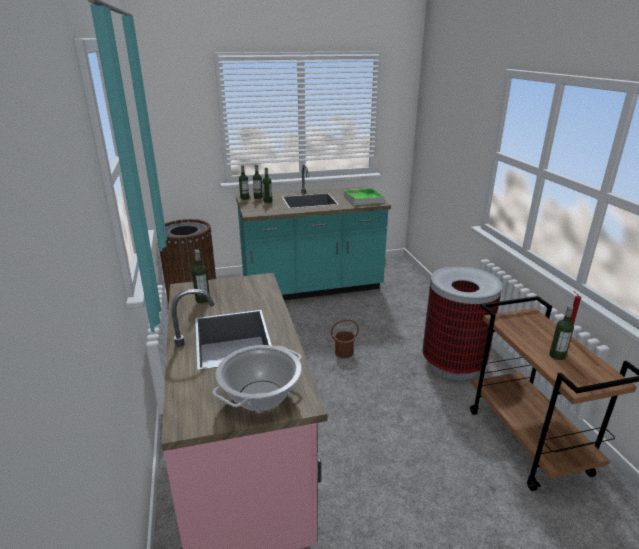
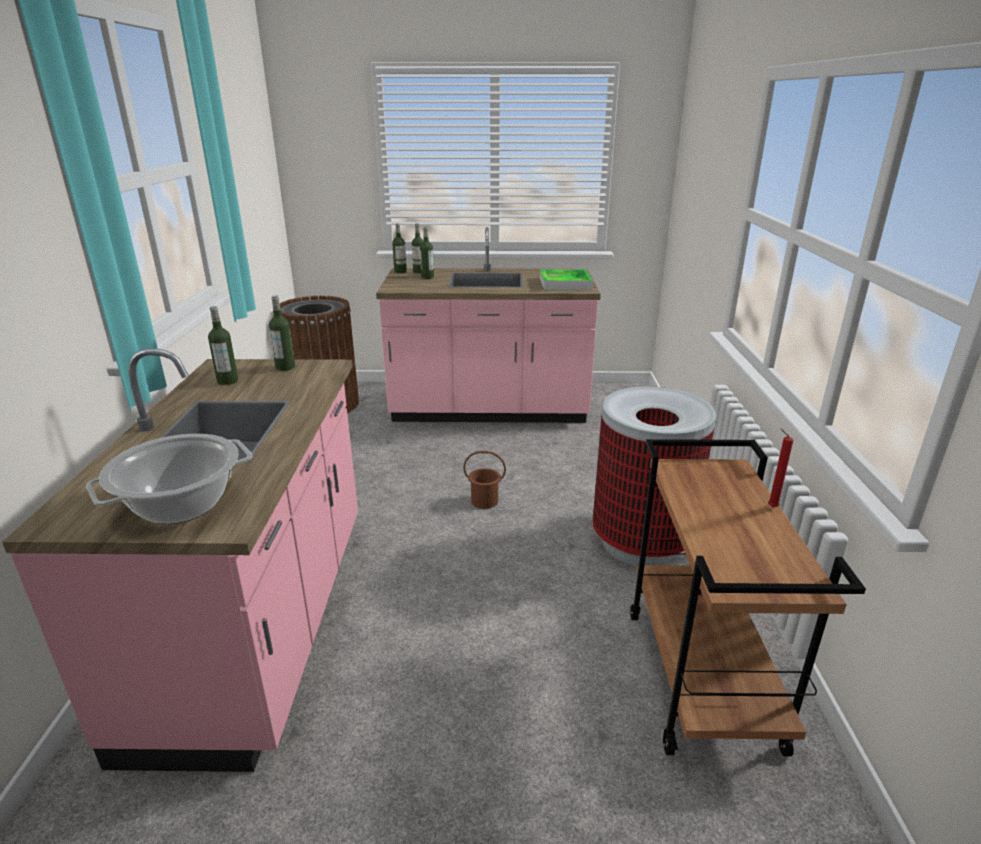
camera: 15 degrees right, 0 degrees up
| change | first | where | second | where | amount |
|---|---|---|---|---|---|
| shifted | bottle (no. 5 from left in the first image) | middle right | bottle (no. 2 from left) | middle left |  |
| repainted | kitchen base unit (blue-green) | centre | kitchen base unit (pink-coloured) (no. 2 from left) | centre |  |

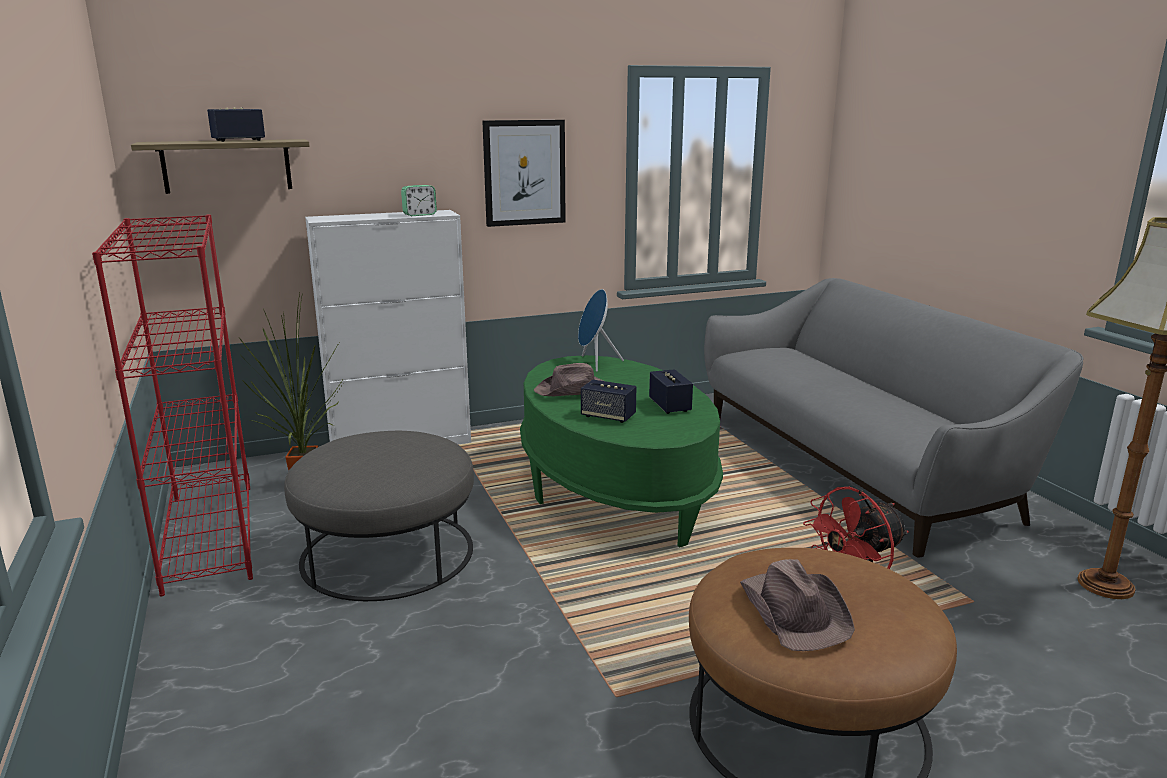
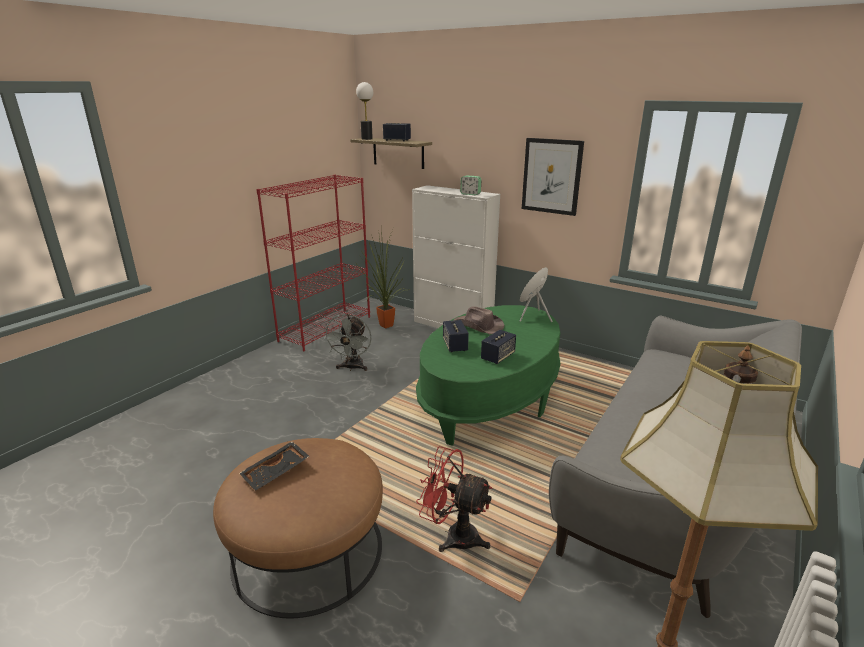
camera: 55 degrees right, 5 degrees up
| change | first | where | second | where | amount |
|---|---|---|---|---|---|
| new |  |  | table lamp | top centre |  |
| swapped | footrest (gray) | middle left | fan (gray) | centre |  |
| swapped | clothing hat (brown-coloured) (no. 2 from left) | bottom right | tray (blackish) | bottom left |  |

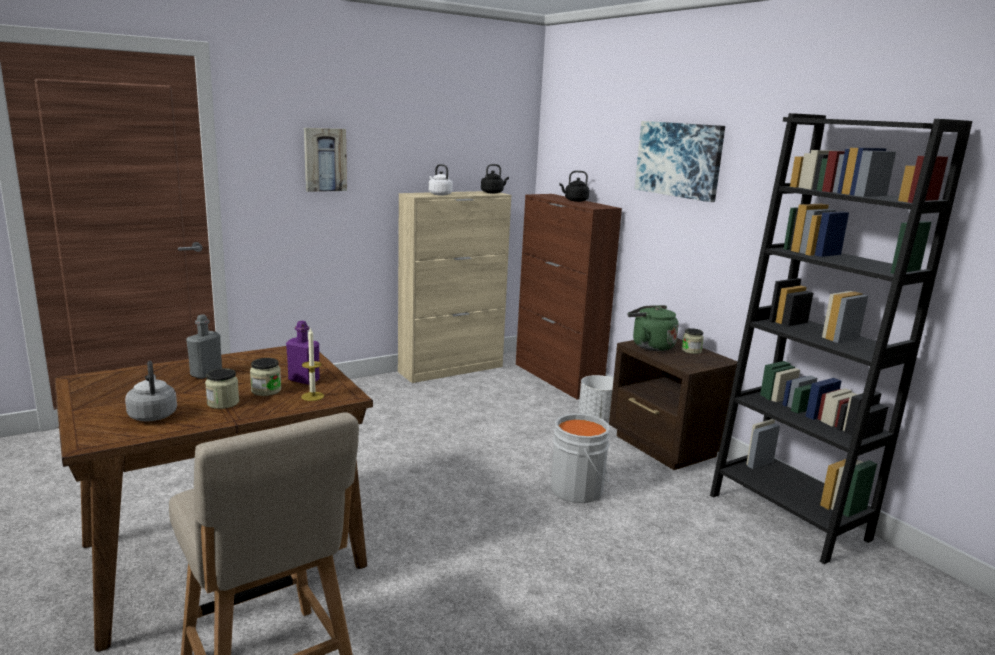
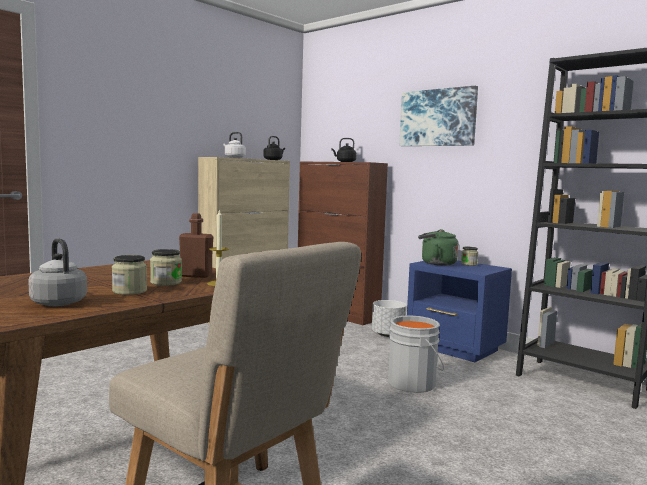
camera: 15 degrees left, 10 degrees down
| change | first | where | second | where | amount |
|---|---|---|---|---|---|
| gone | bottle (gray) | middle left |  |  |  |
| gone | picture (no. 1 from left) | top left |  |  |  |
| repainted | bottle (purple-coloured) | middle left | bottle (brown-coloured) | middle left |  |
| repainted | bedside table (brown-coloured) | middle right | bedside table (blue-coloured) | middle right |  |

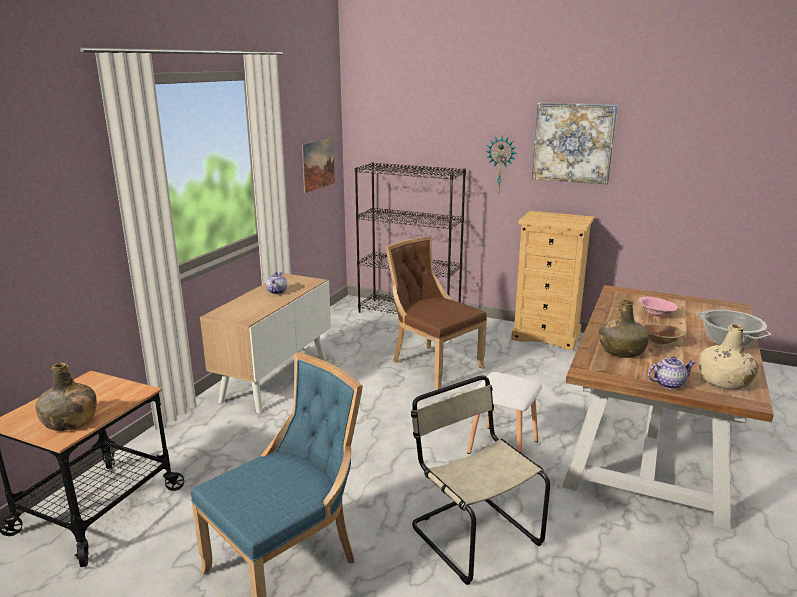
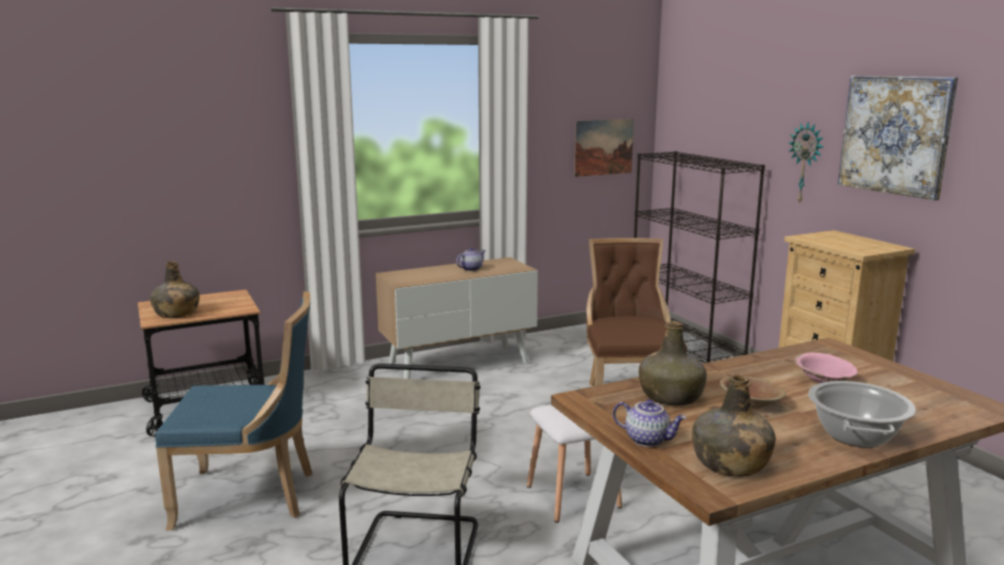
camera: 40 degrees right, 5 degrees down
| change | first | where | second | where | amount |
|---|---|---|---|---|---|
| repainted | bottle (sand-coloured) | middle right | bottle (green) (no. 3 from left) | bottom right |  |

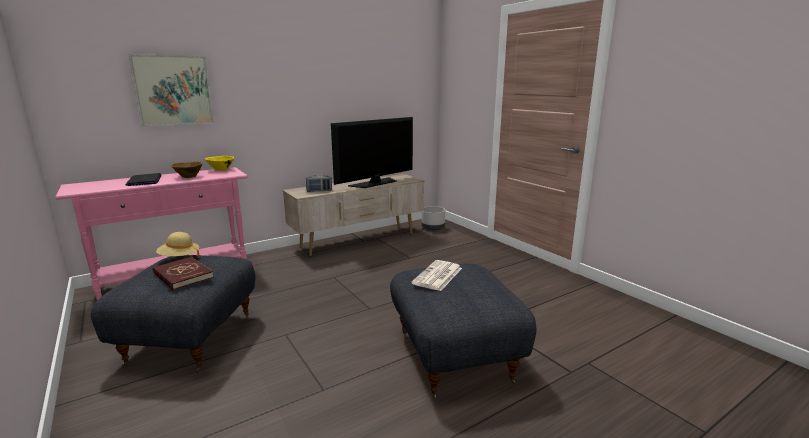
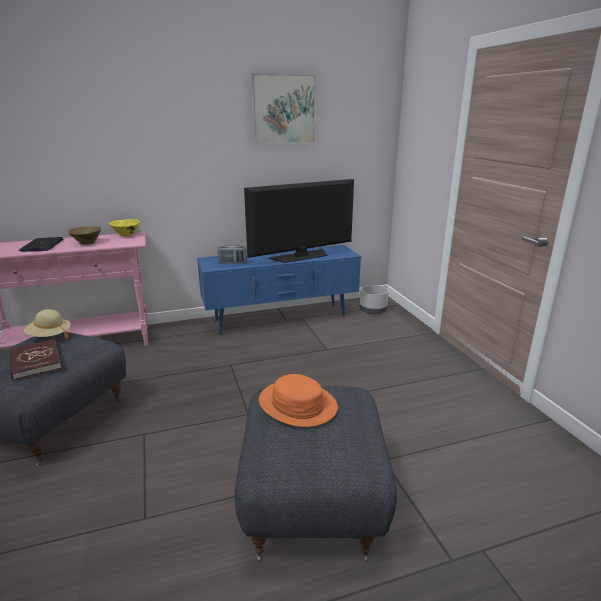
camera: 15 degrees right, 5 degrees up
| change | first | where | second | where | amount |
|---|---|---|---|---|---|
| shifted | picture | top left |  | top centre |  |
| swapped | daily paper | centre | clothing hat (orange) | centre |  |
| repainted | tv unit (sand-coloured) | centre | tv unit (blue-coloured) | centre |  |

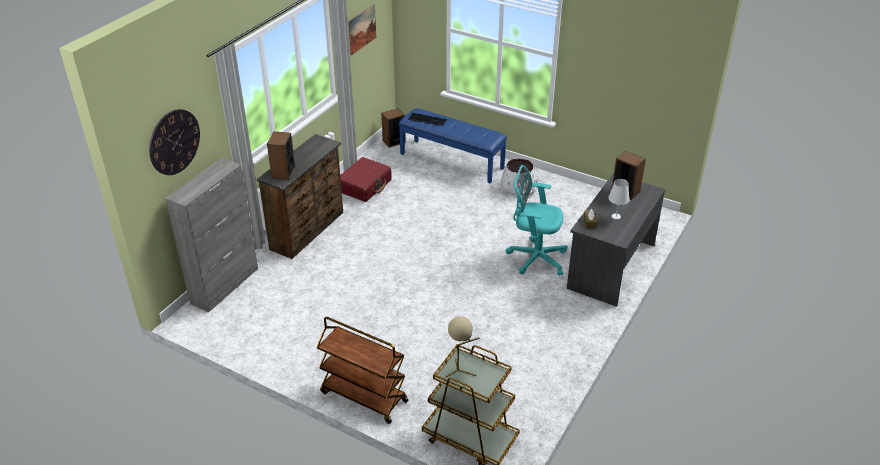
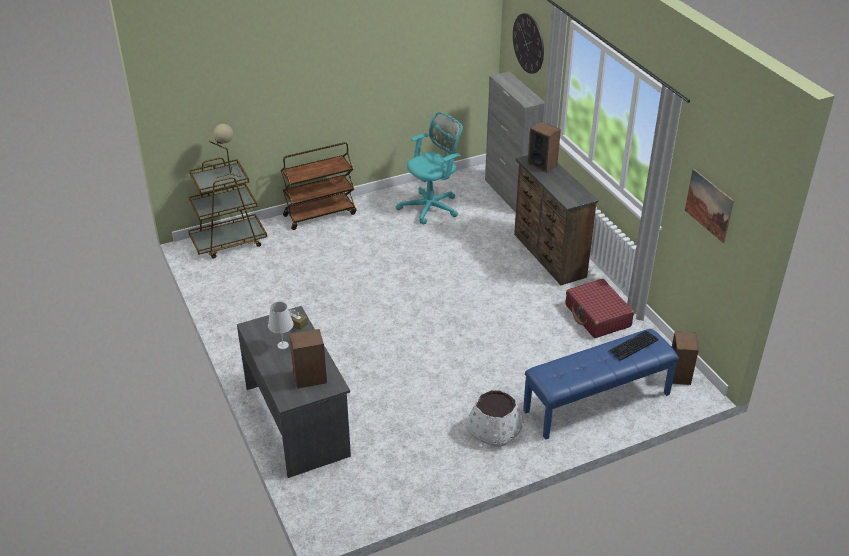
camera: 125 degrees right, 0 degrees up
| change | first | where | second | where | amount |
|---|---|---|---|---|---|
| shifted | office chair (blue-green) | centre |  | top centre |  |

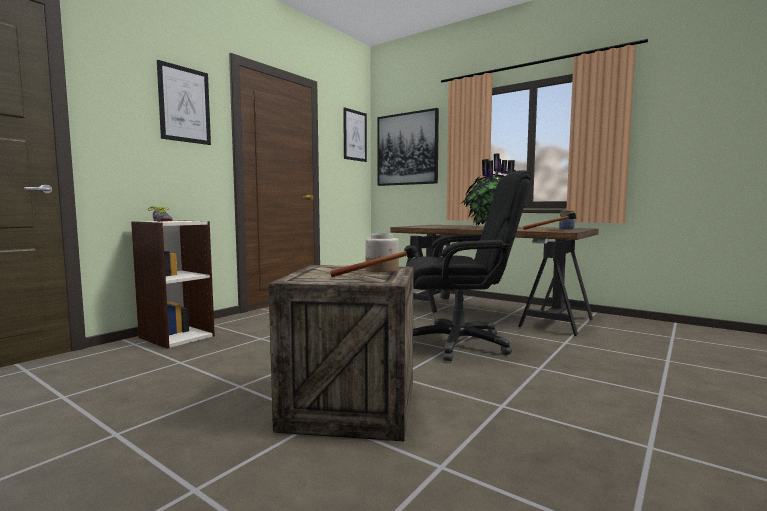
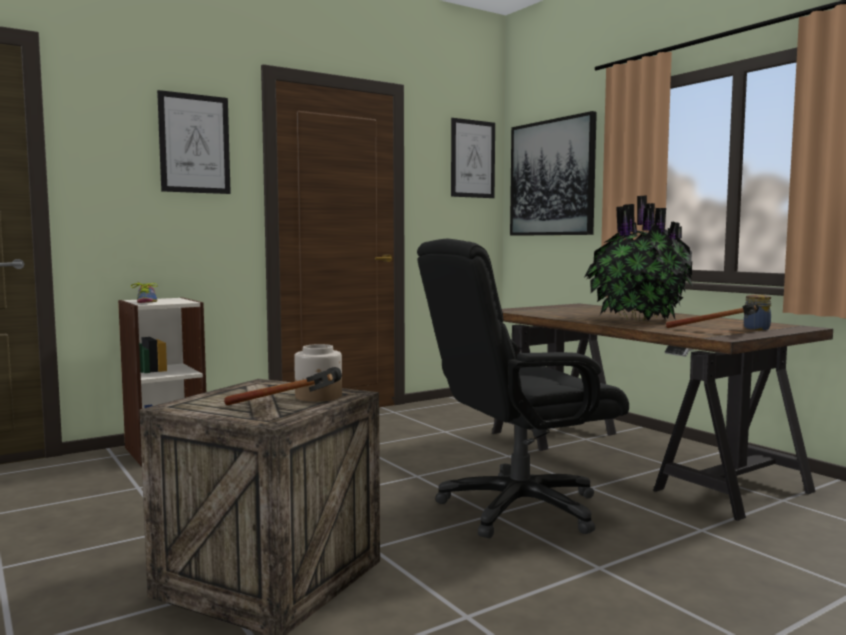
camera: 20 degrees right, 0 degrees up
| change | first | where | second | where | amount |
|---|---|---|---|---|---|
| rotated | office chair (blackish) | centre |  | centre | 135 degrees clockwise |

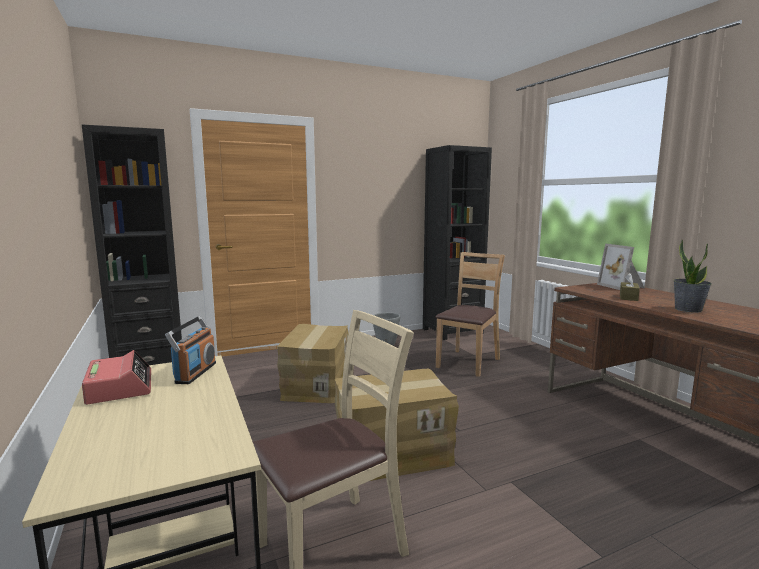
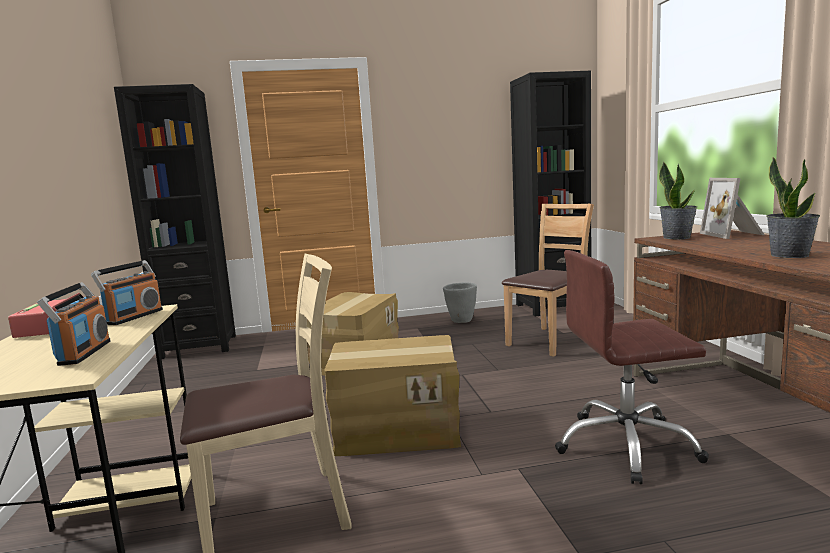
camera: 15 degrees right, 0 degrees up
| change | first | where | second | where | amount |
|---|---|---|---|---|---|
| gone | tissue holder (brown-coloured) | middle right |  |  |  |
| new |  |  | radio set (no. 1 from left) | middle left |  |
| new |  |  | office chair (brown-coloured) | middle right |  |
| new |  |  | potted plant (no. 1 from left) | middle right |  |

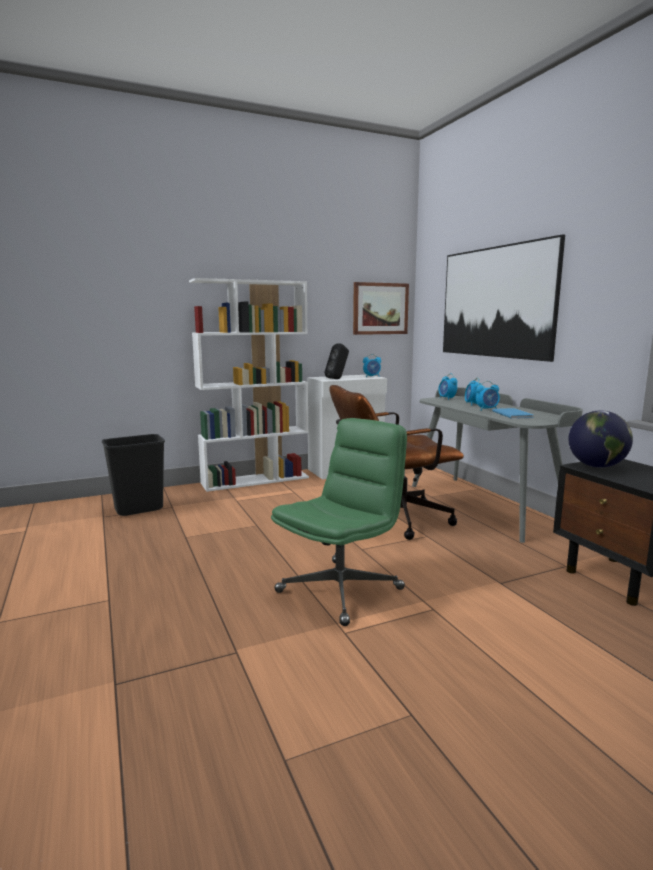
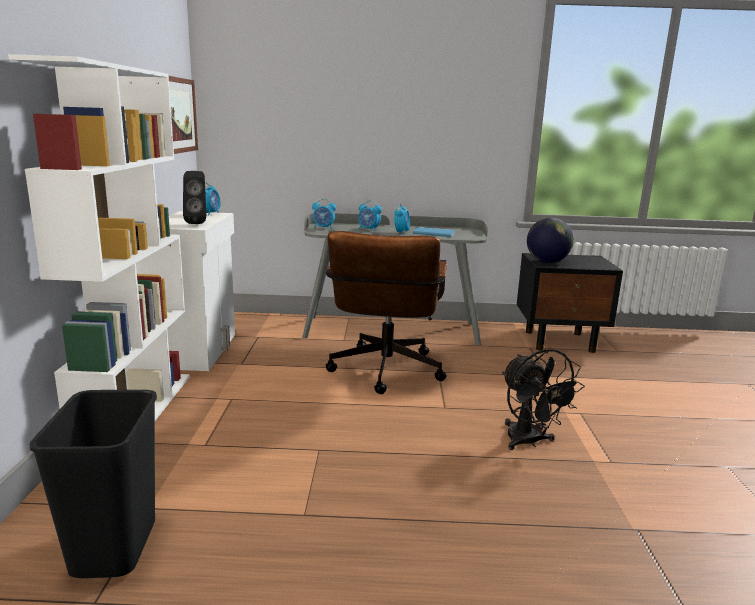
camera: 65 degrees left, 5 degrees up
| change | first | where | second | where | amount |
|---|---|---|---|---|---|
| gone | picture (no. 2 from left) | middle right |  |  |  |
| swapped | office chair (green) | centre | fan (blackish) | middle right |  |

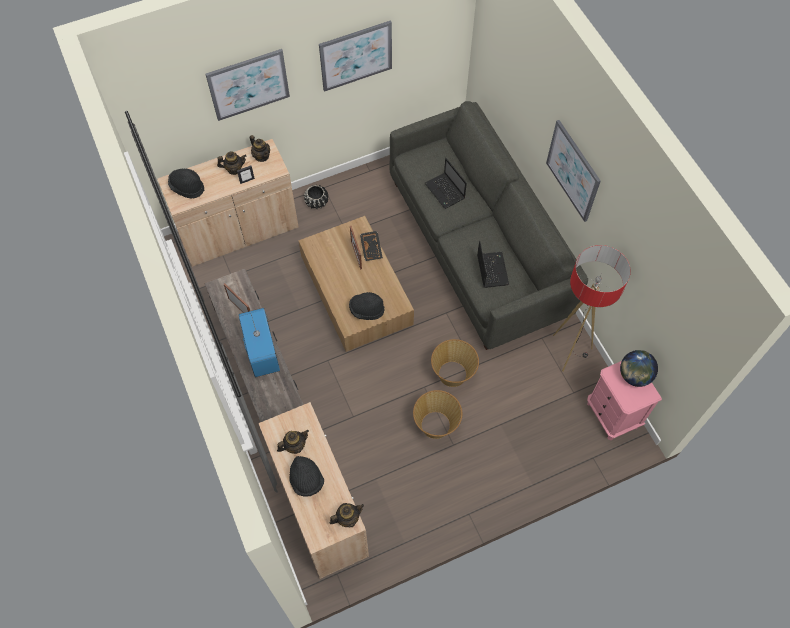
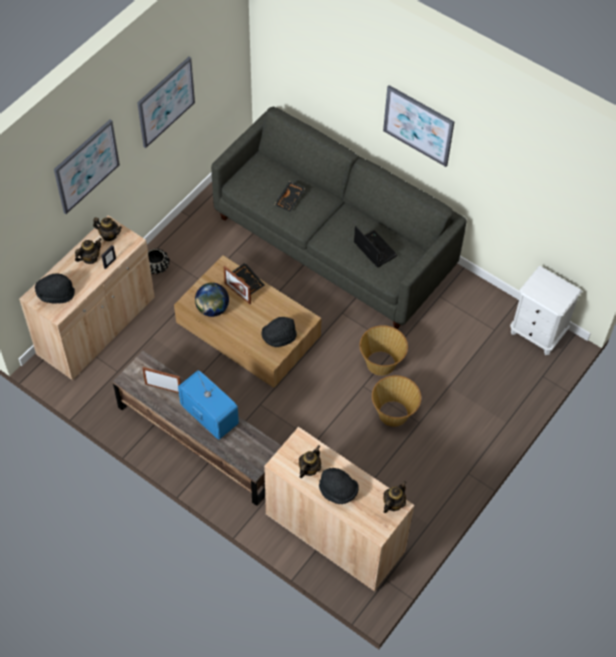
camera: 30 degrees left, 5 degrees down
| change | first | where | second | where | amount |
|---|---|---|---|---|---|
| gone | standard lamp | middle right |  |  |  |
| shifted | globe | middle right |  | centre |  |
| swapped | notebook computer (no. 1 from left) | top centre | tray (blackish) (no. 2 from left) | top centre |  |
| repainted | bedside table (pink-coloured) | middle right | bedside table (white-coloured) | middle right |  |

